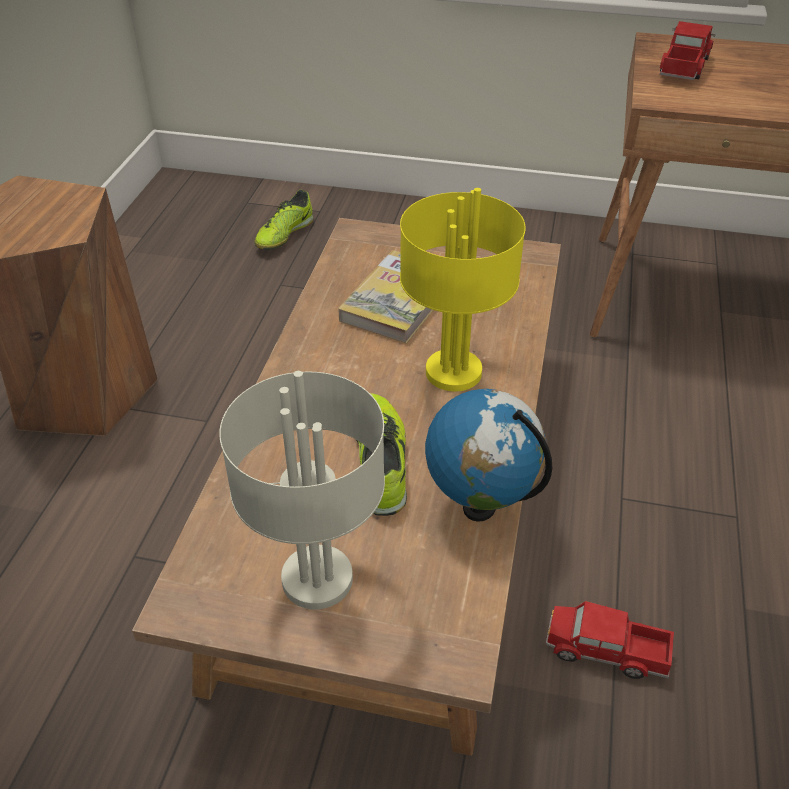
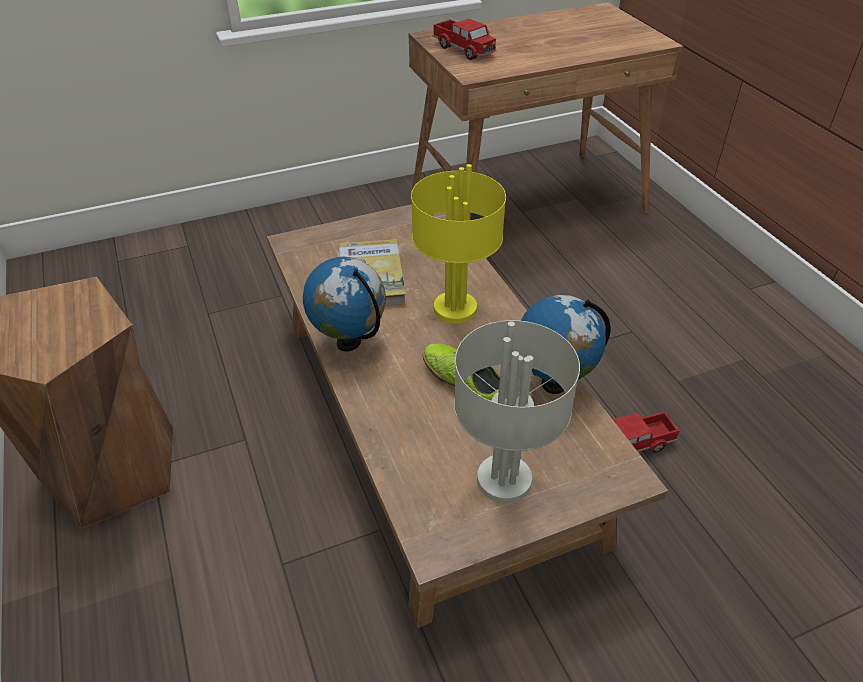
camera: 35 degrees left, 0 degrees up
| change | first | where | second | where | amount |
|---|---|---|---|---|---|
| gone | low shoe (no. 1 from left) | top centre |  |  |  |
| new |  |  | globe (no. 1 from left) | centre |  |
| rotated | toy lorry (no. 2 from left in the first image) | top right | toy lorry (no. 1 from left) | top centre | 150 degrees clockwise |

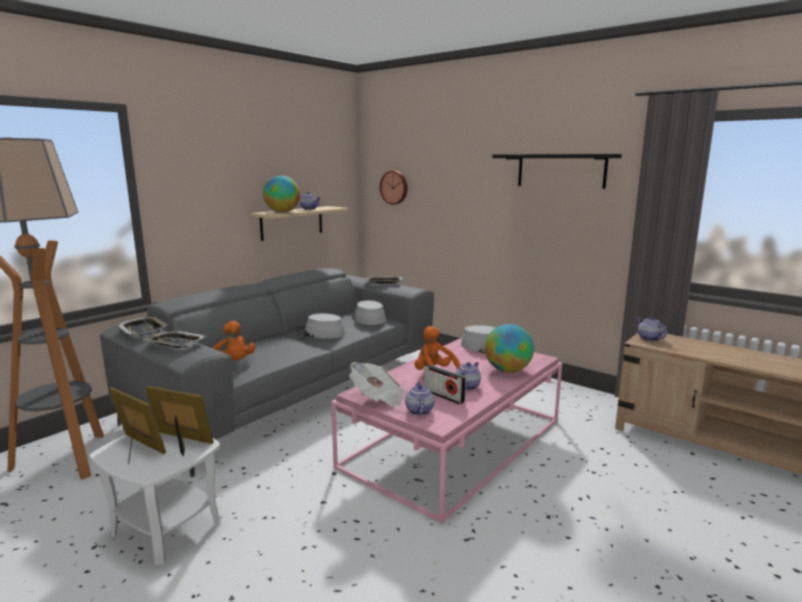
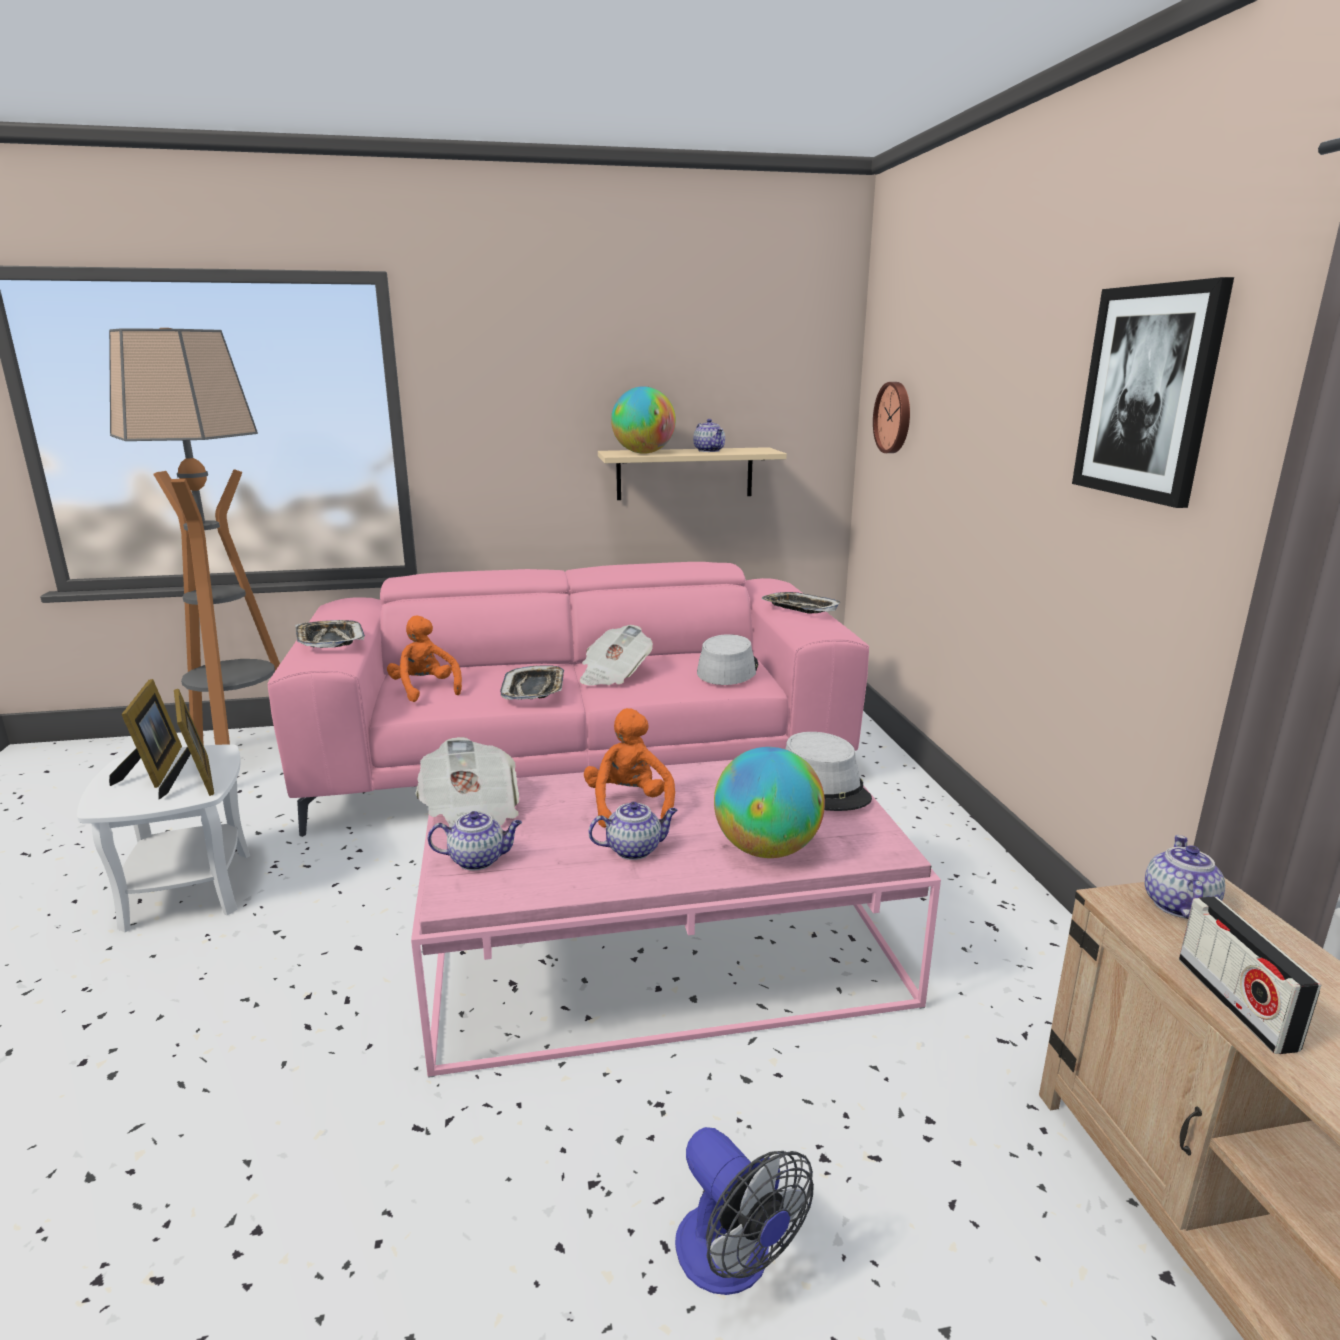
camera: 40 degrees right, 5 degrees up
| change | first | where | second | where | amount |
|---|---|---|---|---|---|
| new |  |  | fan | bottom centre |  |
| shifted | tray (no. 1 from left in the first image) | middle left | tray (no. 2 from left) | centre |  |
| shifted | radio set | centre |  | bottom right |  |
| swapped | clothing hat (gray) (no. 1 from left) | centre | daily paper (no. 2 from left) | centre |  |
| swapped | wall shelf (blackish) | top right | picture | top right |  |
| repainted | couch (gray) | middle left | couch (pink-coloured) | centre |  |
| rotated | soft toy (orange) (no. 1 from left) | middle left |  | middle left | 150 degrees clockwise |
| rotated | tea pot (no. 2 from left in the first image) | centre | tea pot (no. 1 from left) | centre | 45 degrees clockwise |

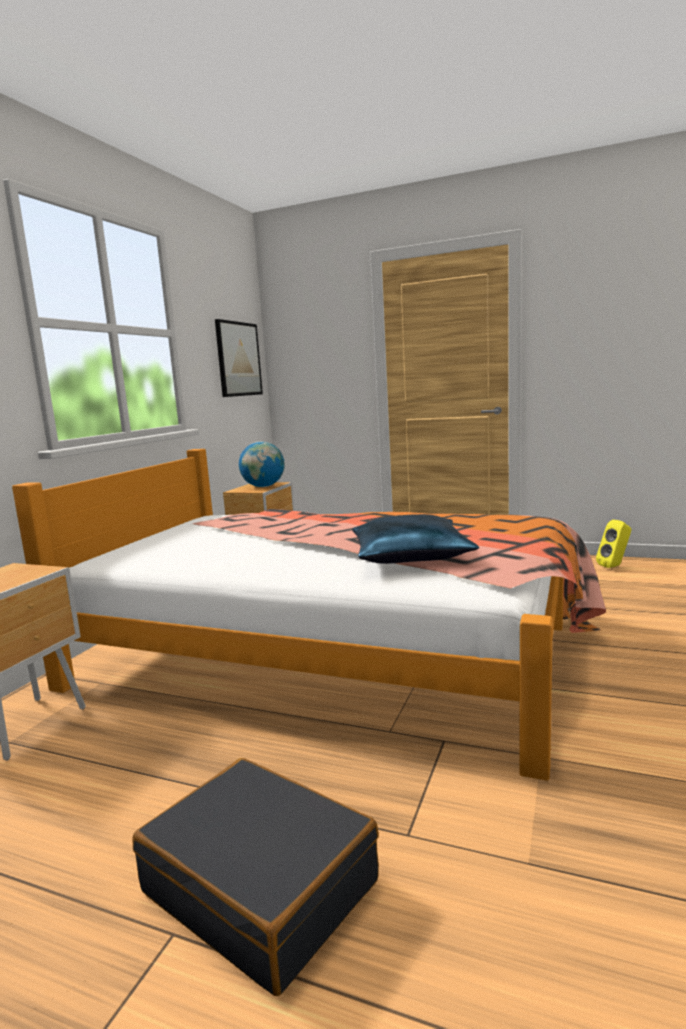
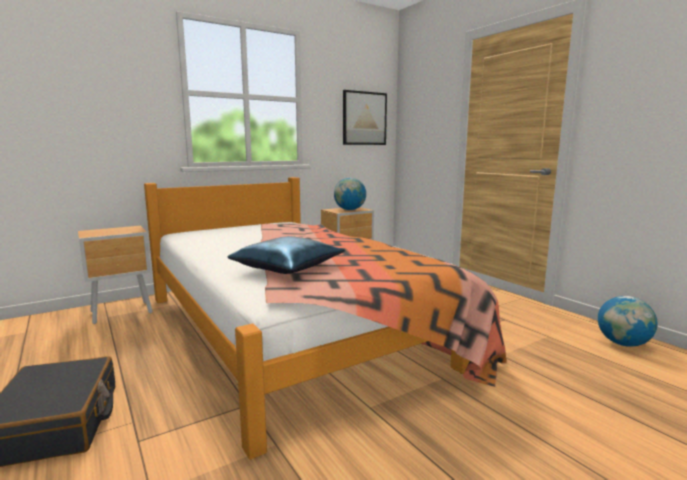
camera: 35 degrees right, 0 degrees up
| change | first | where | second | where | amount |
|---|---|---|---|---|---|
| swapped | audio speaker (yellow) | middle right | globe (no. 2 from left) | bottom right |  |

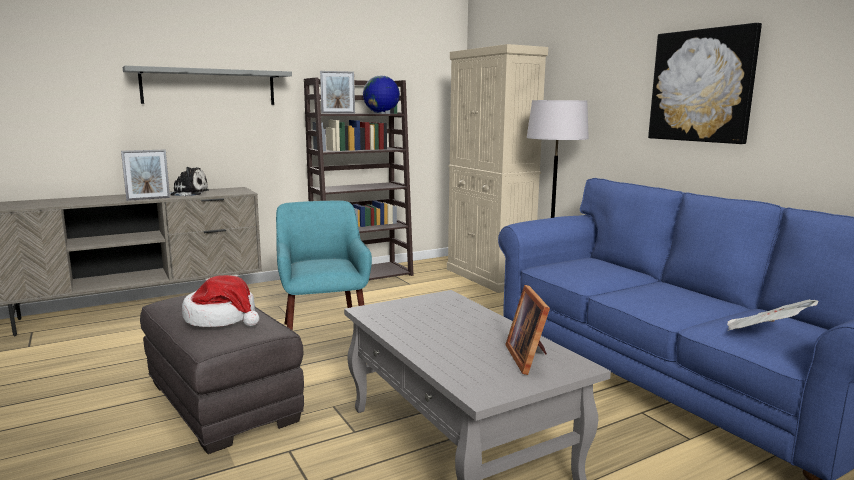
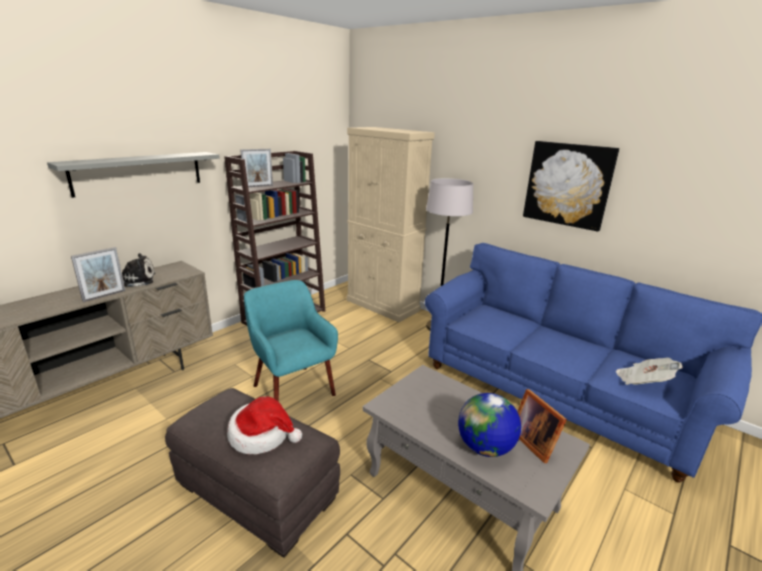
camera: 20 degrees left, 10 degrees up
| change | first | where | second | where | amount |
|---|---|---|---|---|---|
| shifted | globe | top centre |  | bottom centre |  |

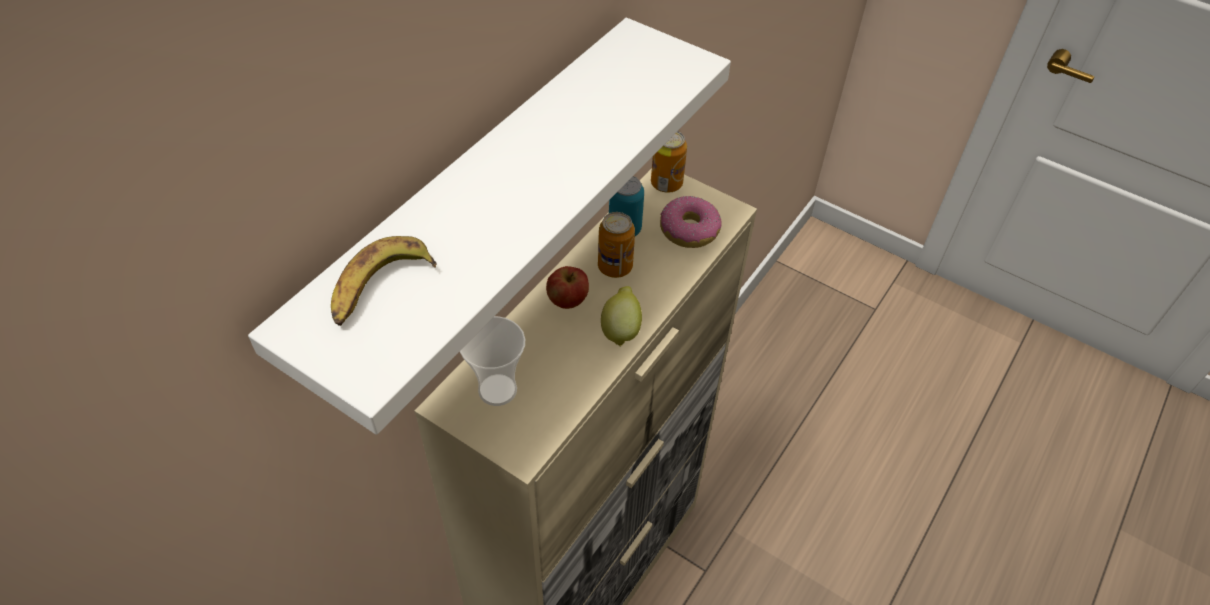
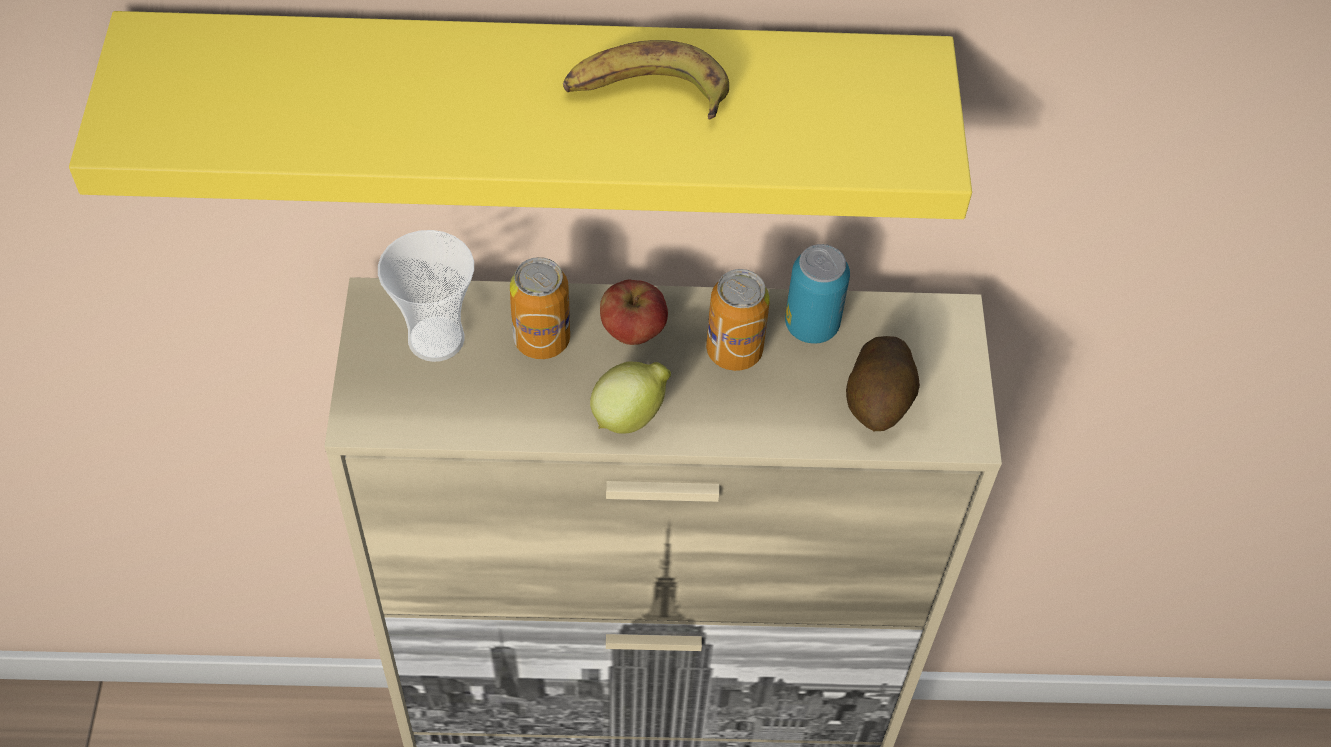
camera: 55 degrees right, 5 degrees up
| change | first | where | second | where | amount |
|---|---|---|---|---|---|
| shifted | whole banana | middle left |  | top centre |  |
| shifted | sealed can (no. 3 from left in the first image) | top centre | sealed can (no. 1 from left) | centre |  |
| swapped | doughnut | centre | whole potato | centre |  |
| repainted | wall shelf (white-coloured) | centre | wall shelf (yellow) | top centre |  |

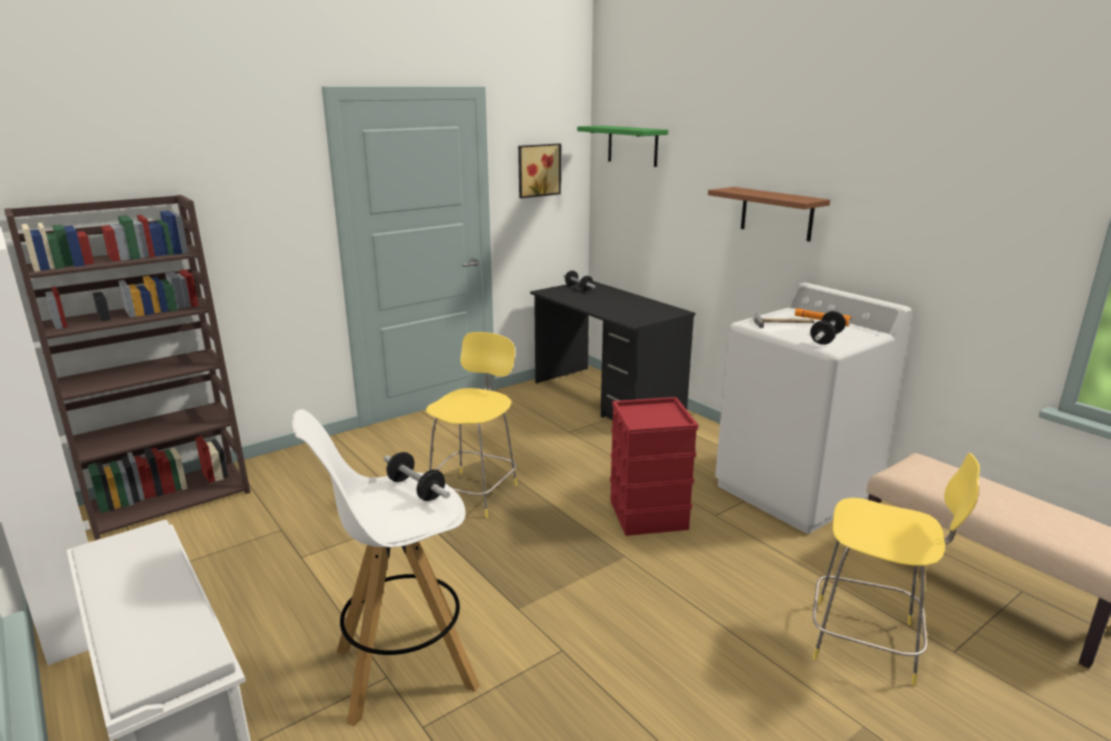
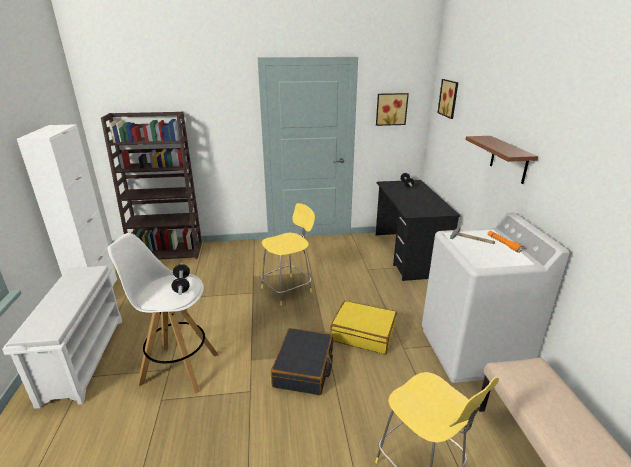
camera: 30 degrees right, 5 degrees up
| change | first | where | second | where | amount |
|---|---|---|---|---|---|
| gone | dumbbell (no. 3 from left) | middle right |  |  |  |
| new |  |  | travel case (blackish) | bottom centre |  |
| swapped | wall shelf (green) | top centre | picture (no. 2 from left) | top right |  |
| swapped | storage box (red) | centre | travel case (yellow) | bottom centre |  |

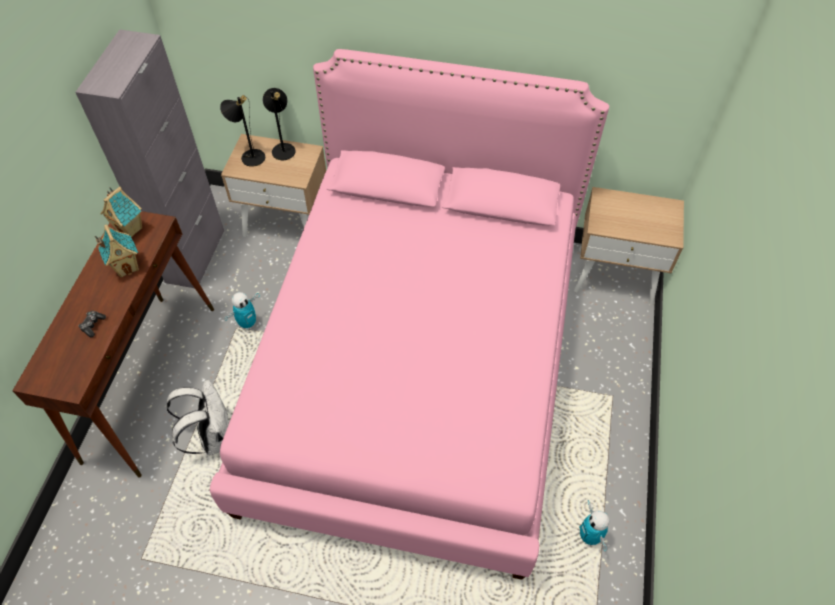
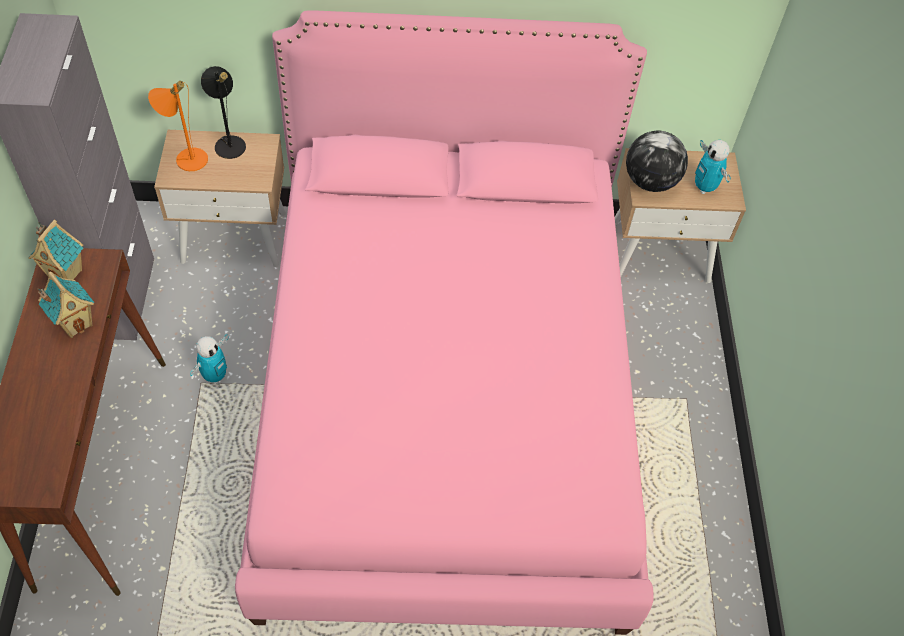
camera: 15 degrees left, 0 degrees up
| change | first | where | second | where | amount |
|---|---|---|---|---|---|
| gone | gamepad | middle left |  |  |  |
| gone | knapsack (white-coloured) | bottom left |  |  |  |
| new |  |  | globe | top right |  |
| shifted | toy robot (no. 2 from left) | bottom right |  | top right |  |
| repainted | table lamp (blackish) (no. 1 from left) | top left | table lamp (orange) | top left |  |

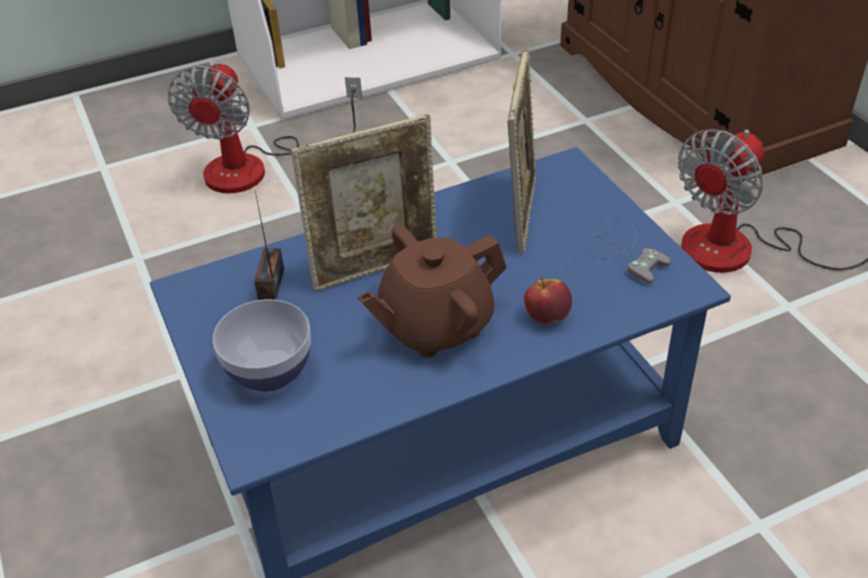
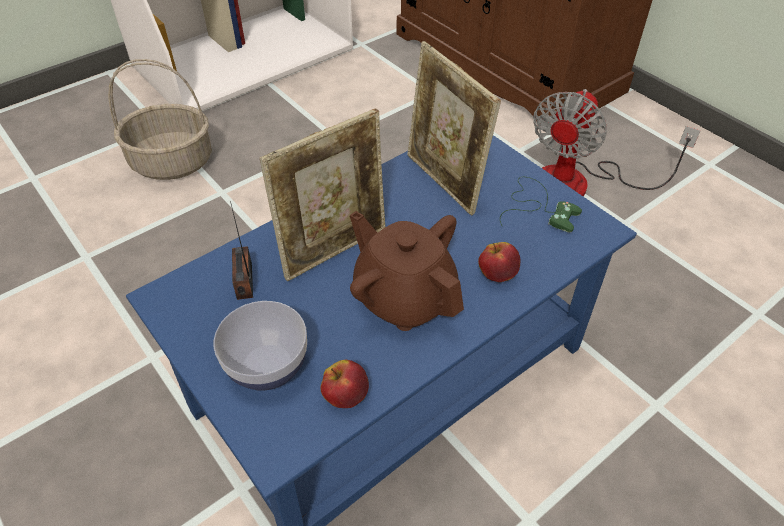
camera: 15 degrees left, 5 degrees up
| change | first | where | second | where | amount |
|---|---|---|---|---|---|
| new |  |  | whole apple (no. 1 from left) | bottom centre |  |
| swapped | fan (no. 1 from left) | top left | basket | top left |  |
| repainted | gamepad (gray) | middle right | gamepad (green) | middle right |  |
| rotated | tea pot (brown-coloured) | centre |  | centre | 90 degrees clockwise |
| rotated | photo frame (no. 2 from left) | top centre |  | top centre | 150 degrees clockwise |

